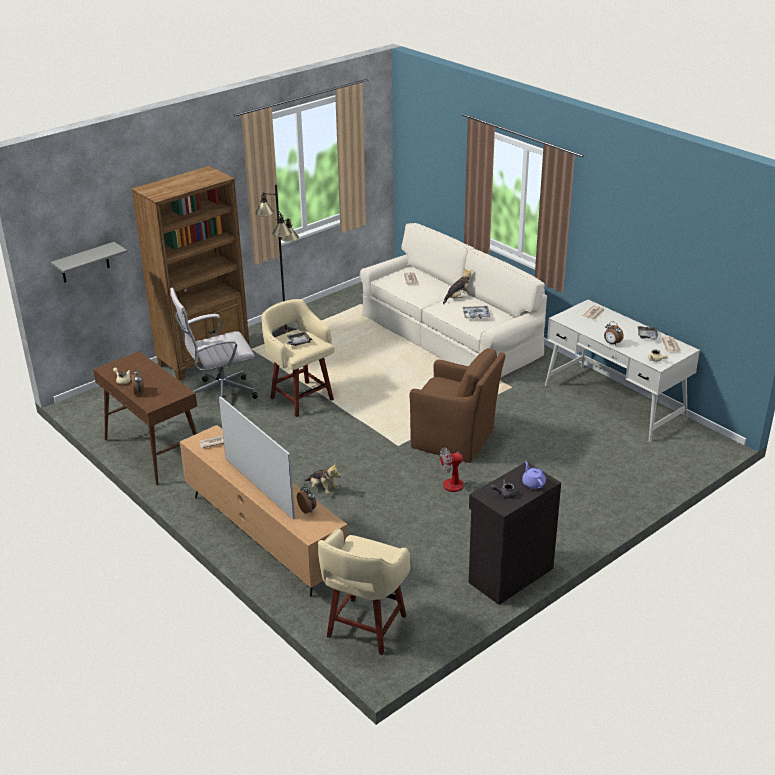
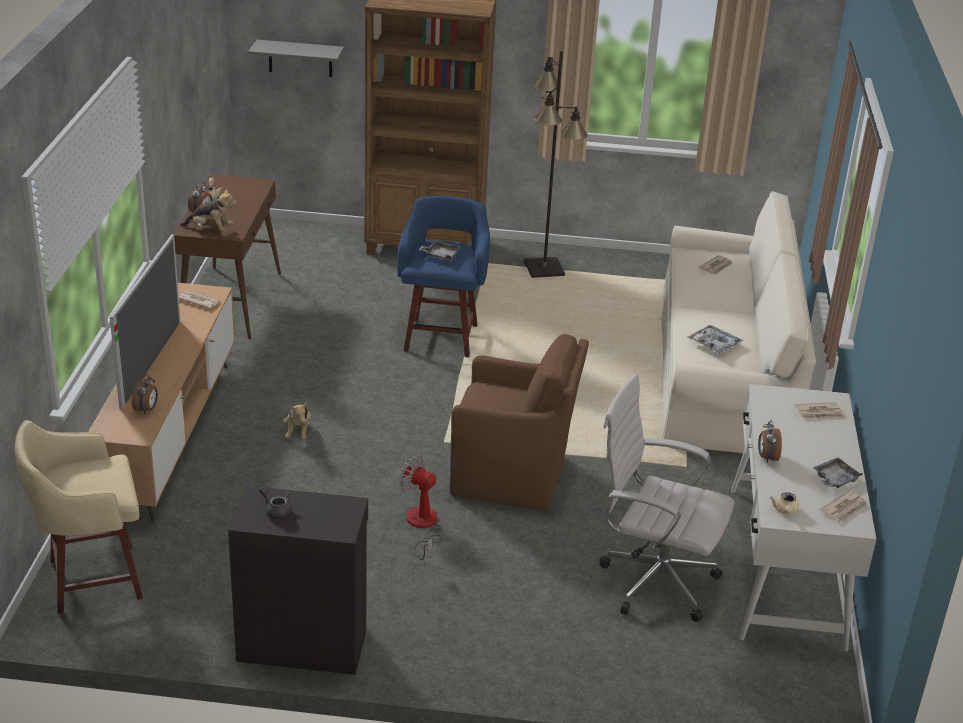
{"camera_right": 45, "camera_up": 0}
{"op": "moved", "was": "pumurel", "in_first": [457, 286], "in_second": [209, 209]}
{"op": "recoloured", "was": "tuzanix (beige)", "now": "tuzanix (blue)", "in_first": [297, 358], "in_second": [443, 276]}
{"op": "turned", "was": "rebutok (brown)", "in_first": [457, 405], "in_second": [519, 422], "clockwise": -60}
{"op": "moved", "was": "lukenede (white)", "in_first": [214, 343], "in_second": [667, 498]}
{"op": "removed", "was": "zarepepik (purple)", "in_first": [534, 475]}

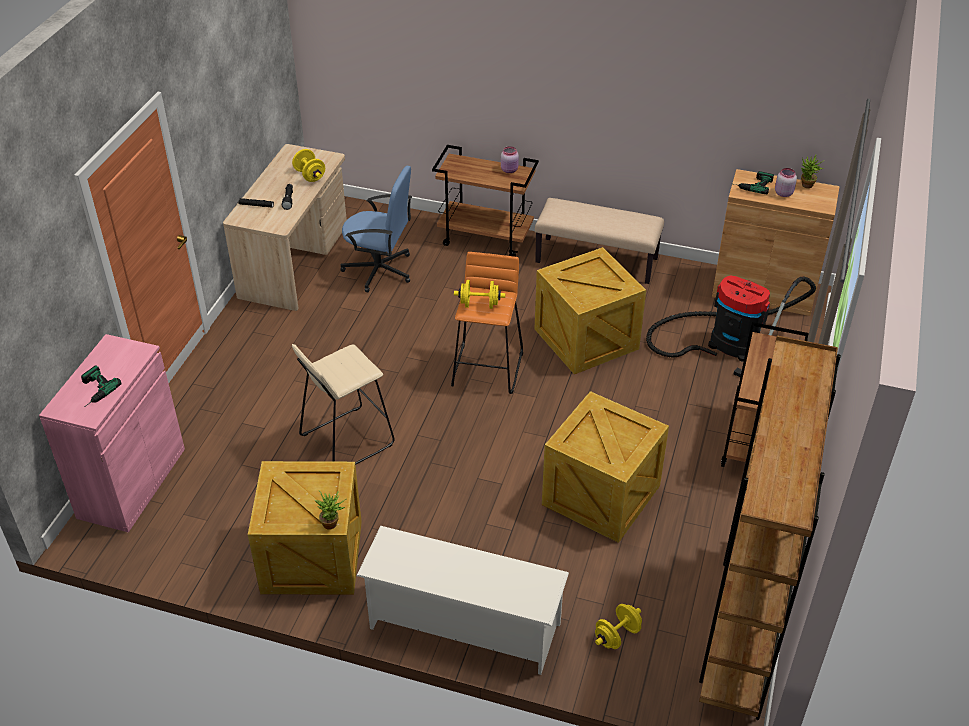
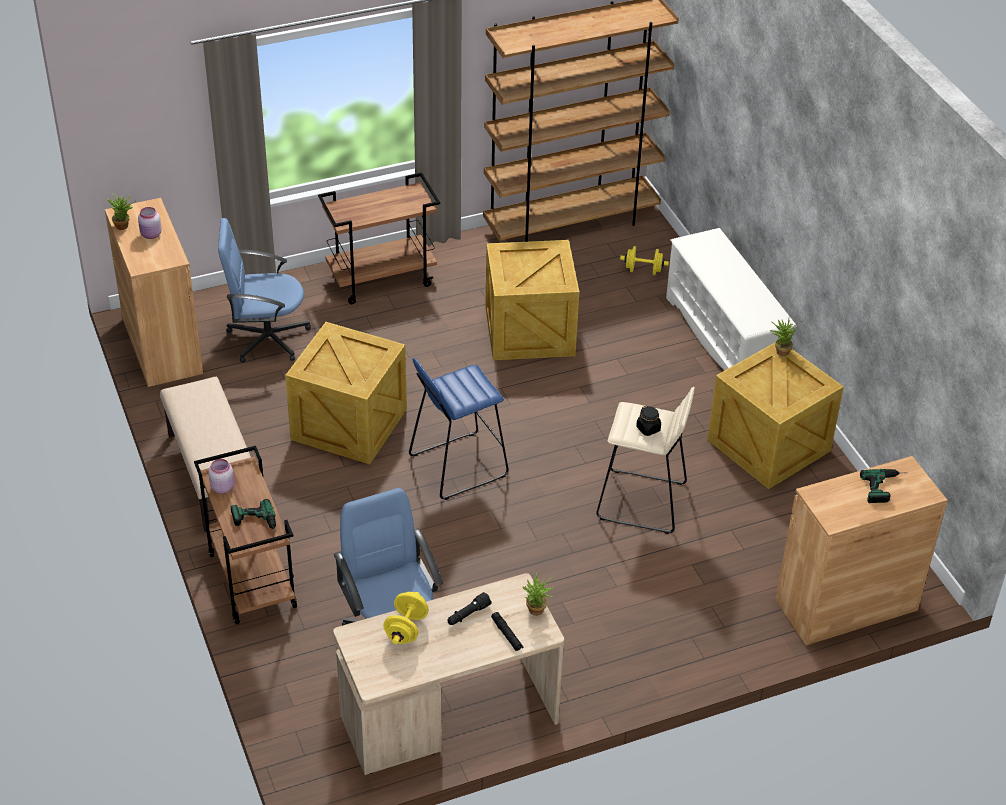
{"camera_right": -130, "camera_up": 0}
{"op": "replaced", "was": "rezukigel", "now": "lukenede (blue)", "in_first": [731, 326], "in_second": [264, 290]}
{"op": "moved", "was": "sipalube", "in_first": [754, 183], "in_second": [253, 516]}
{"op": "recoloured", "was": "tuzanix (orange)", "now": "tuzanix (blue)", "in_first": [487, 323], "in_second": [459, 429]}
{"op": "added", "now": "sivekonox", "in_second": [538, 594]}
{"op": "added", "now": "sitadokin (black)", "in_second": [648, 421]}
{"op": "recoloured", "was": "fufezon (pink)", "now": "fufezon (brown)", "in_first": [112, 433], "in_second": [861, 550]}
{"op": "removed", "was": "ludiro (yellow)", "in_first": [479, 294]}

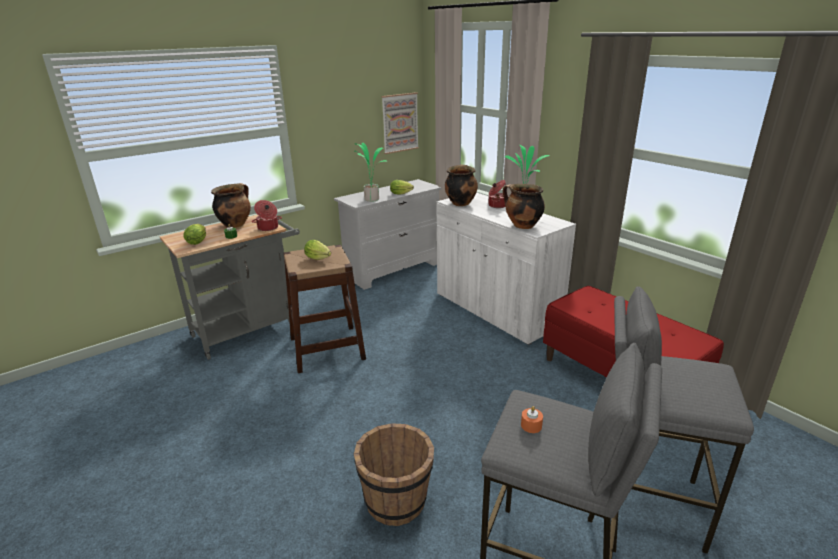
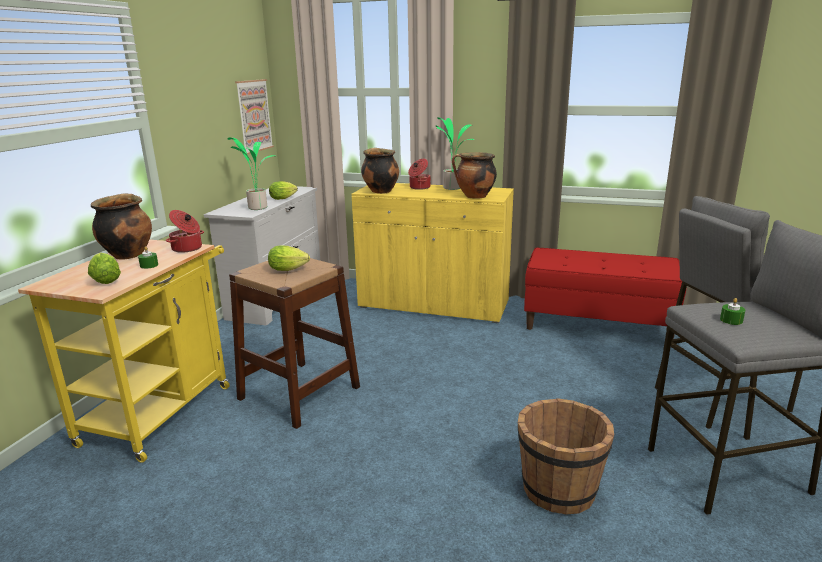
{"camera_right": -35, "camera_up": -5}
{"op": "recoloured", "was": "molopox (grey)", "now": "molopox (yellow)", "in_first": [230, 287], "in_second": [124, 351]}
{"op": "recoloured", "was": "fufezon (white)", "now": "fufezon (yellow)", "in_first": [506, 268], "in_second": [432, 253]}
{"op": "recoloured", "was": "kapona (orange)", "now": "kapona (green)", "in_first": [532, 419], "in_second": [732, 311]}

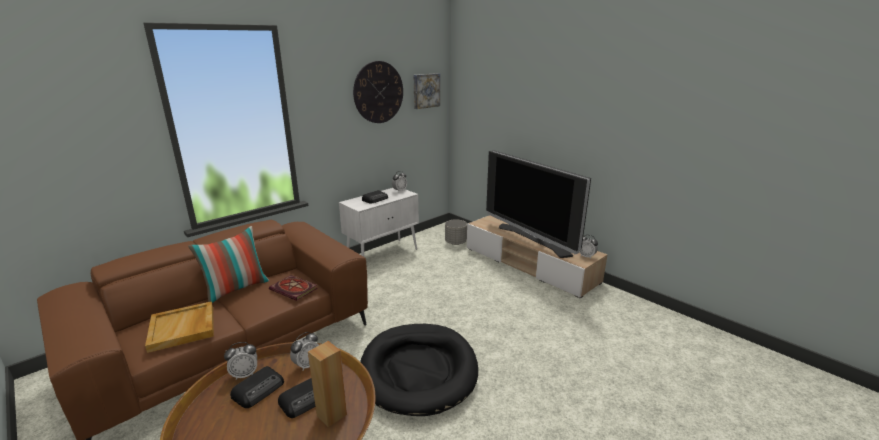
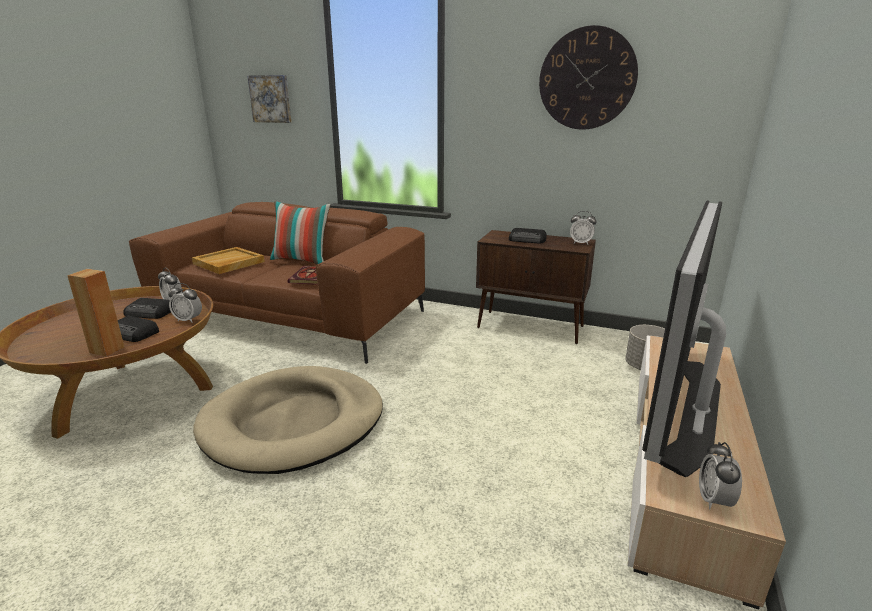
{"camera_right": 65, "camera_up": 0}
{"op": "recoloured", "was": "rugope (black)", "now": "rugope (beige)", "in_first": [419, 370], "in_second": [288, 420]}
{"op": "moved", "was": "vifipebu", "in_first": [426, 91], "in_second": [269, 99]}
{"op": "recoloured", "was": "fufezon (white)", "now": "fufezon (brown)", "in_first": [379, 222], "in_second": [536, 287]}

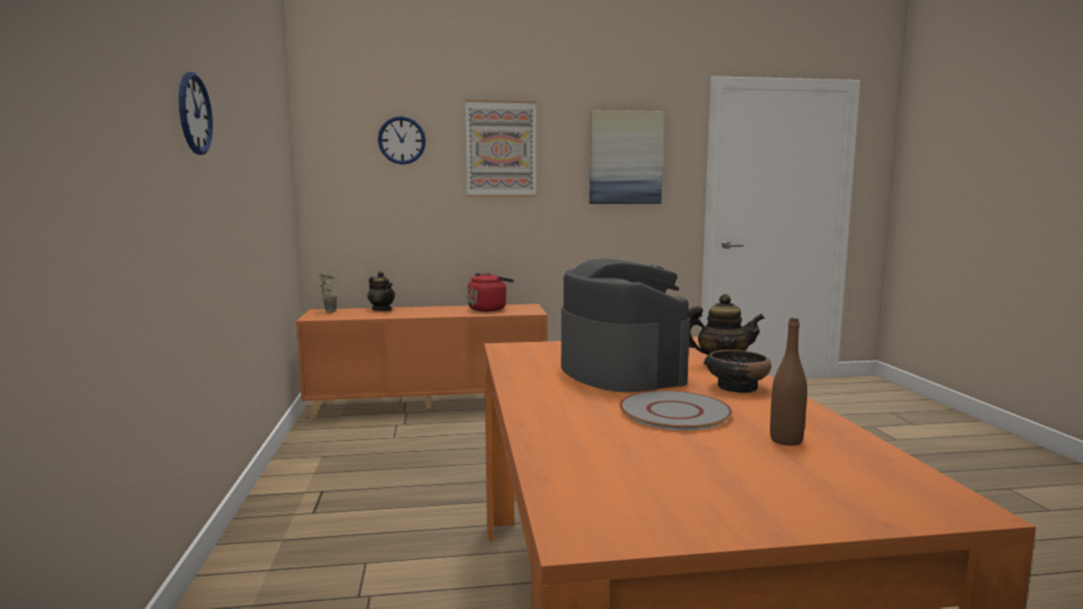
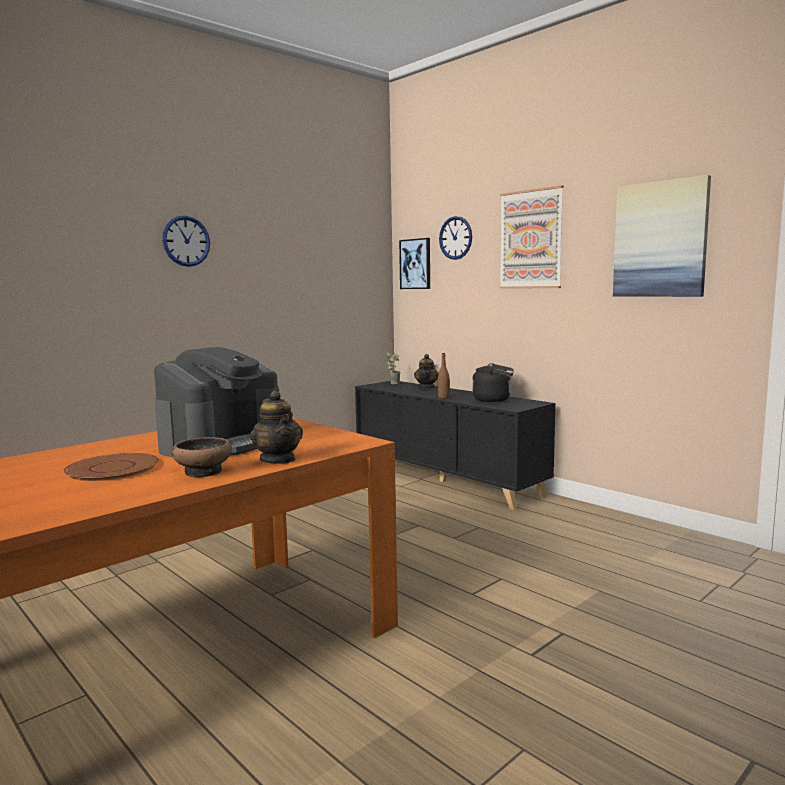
{"camera_right": 55, "camera_up": 0}
{"op": "recoloured", "was": "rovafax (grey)", "now": "rovafax (brown)", "in_first": [675, 410], "in_second": [111, 467]}
{"op": "recoloured", "was": "fufezon (orange)", "now": "fufezon (black)", "in_first": [421, 362], "in_second": [455, 445]}
{"op": "added", "now": "vifipebu", "in_second": [414, 263]}
{"op": "moved", "was": "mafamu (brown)", "in_first": [788, 382], "in_second": [444, 375]}
{"op": "recoloured", "was": "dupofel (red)", "now": "dupofel (black)", "in_first": [491, 292], "in_second": [492, 382]}

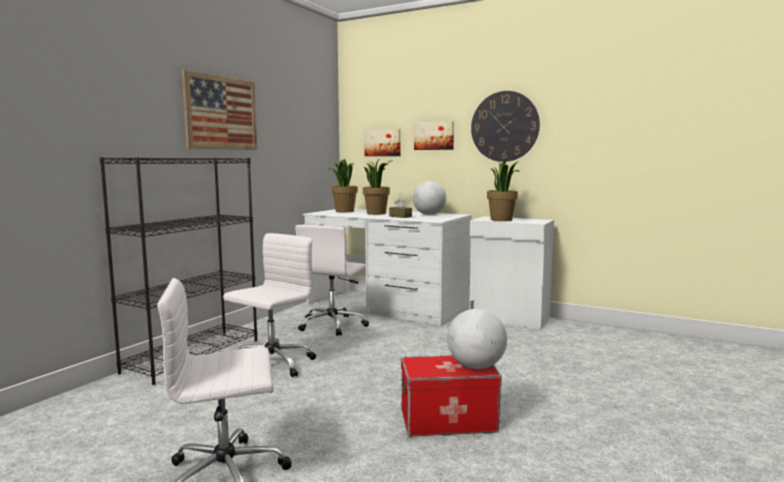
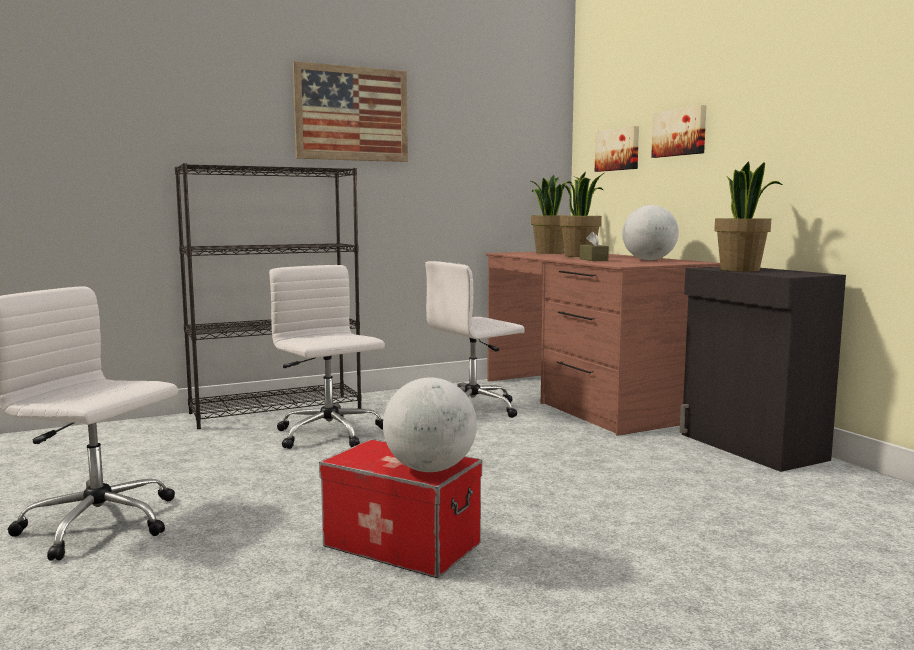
{"camera_right": 35, "camera_up": 0}
{"op": "turned", "was": "lukenede (white)", "in_first": [269, 305], "in_second": [327, 357], "clockwise": -105}
{"op": "recoloured", "was": "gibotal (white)", "now": "gibotal (brown)", "in_first": [386, 267], "in_second": [602, 343]}
{"op": "recoloured", "was": "fufezon (white)", "now": "fufezon (black)", "in_first": [511, 272], "in_second": [763, 369]}
{"op": "removed", "was": "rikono", "in_first": [505, 126]}

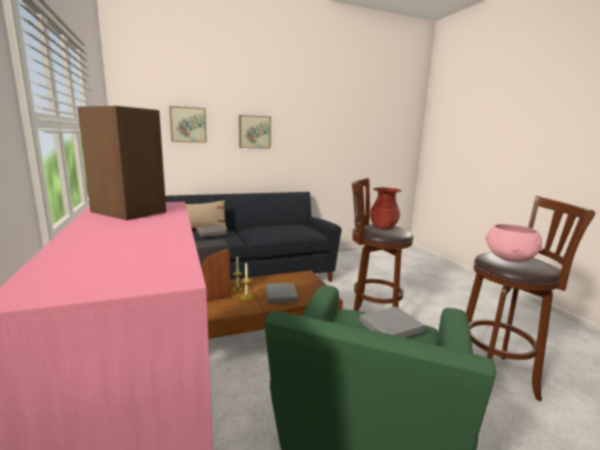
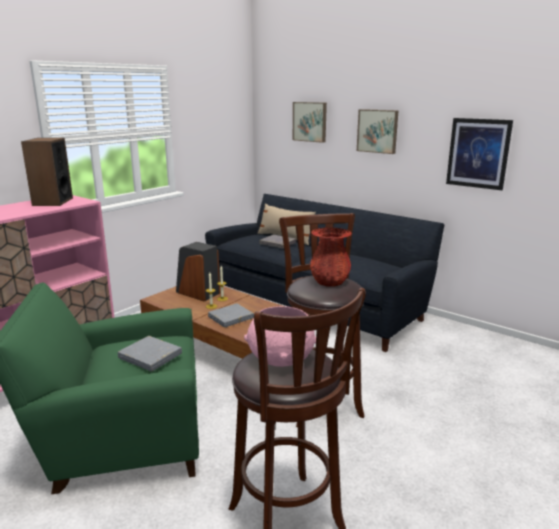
{"camera_right": 60, "camera_up": 5}
{"op": "added", "now": "vifipebu", "in_second": [479, 154]}

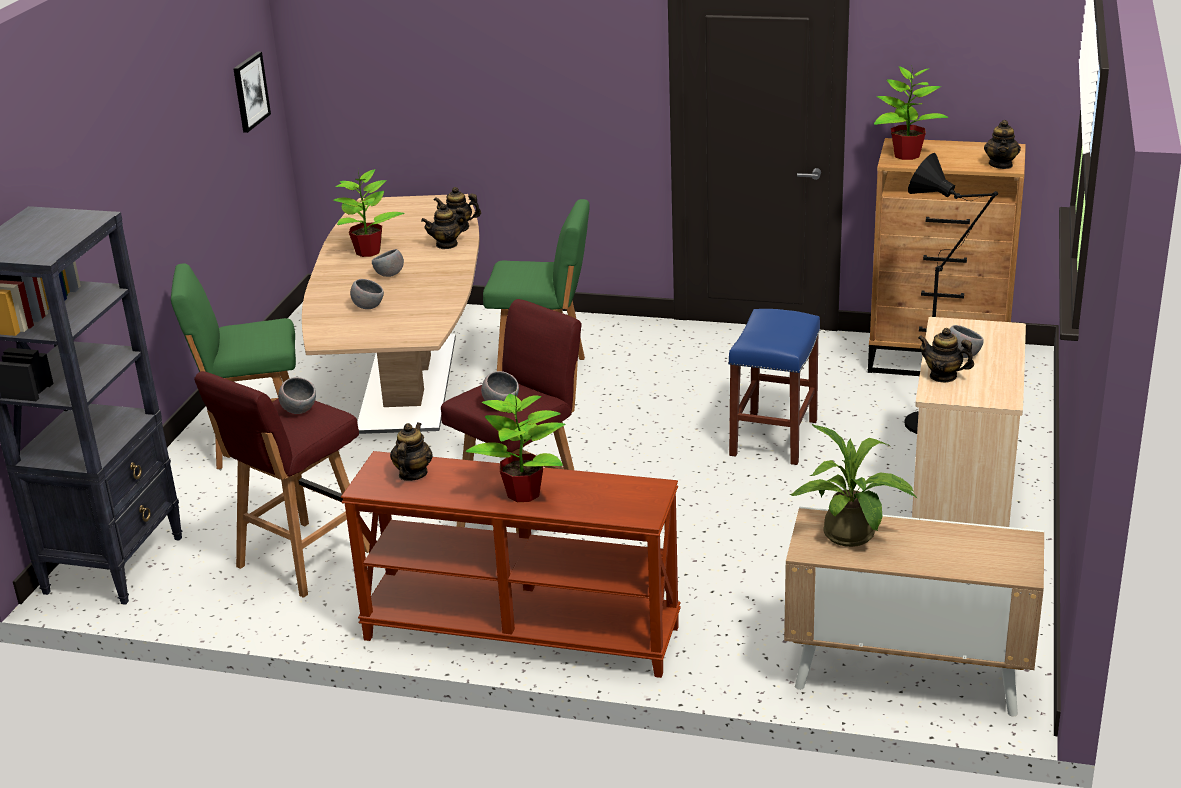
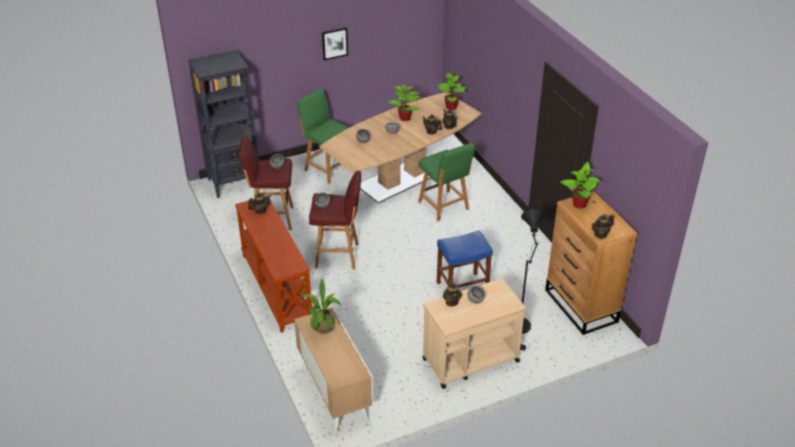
{"camera_right": 50, "camera_up": 10}
{"op": "moved", "was": "vifipebu", "in_first": [252, 92], "in_second": [335, 43]}
{"op": "moved", "was": "sivekonox", "in_first": [515, 446], "in_second": [452, 91]}

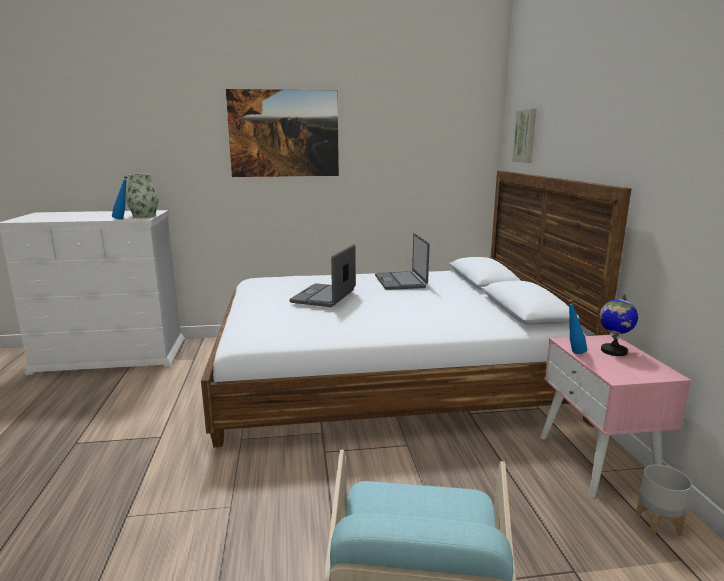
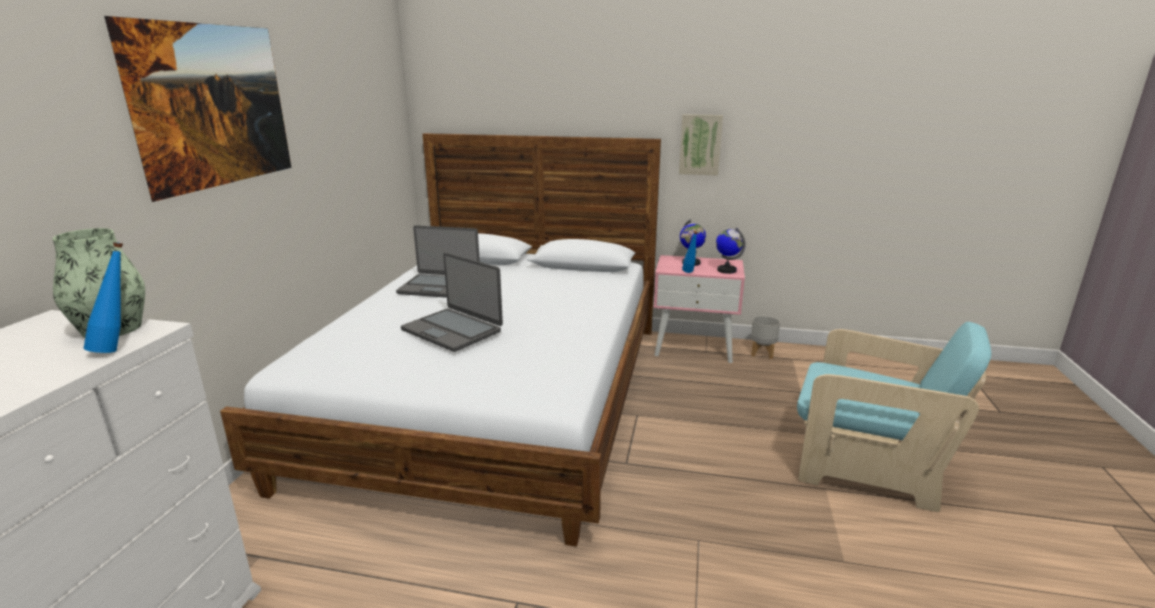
{"camera_right": -70, "camera_up": 5}
{"op": "moved", "was": "vifipebu", "in_first": [524, 136], "in_second": [701, 145]}
{"op": "added", "now": "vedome", "in_second": [731, 250]}

